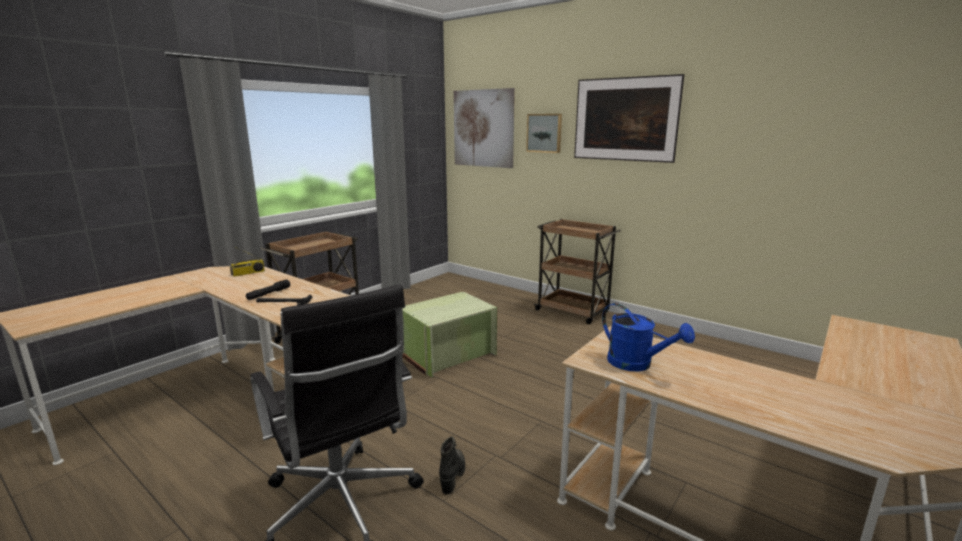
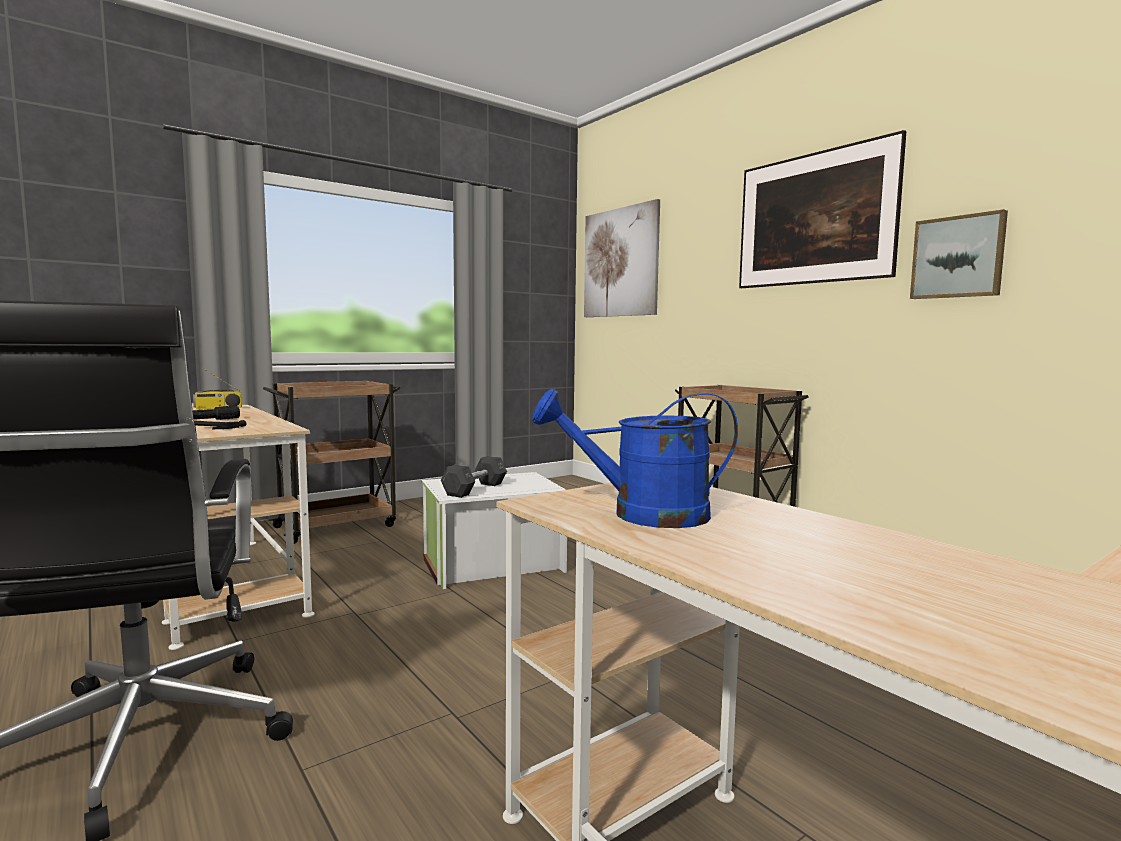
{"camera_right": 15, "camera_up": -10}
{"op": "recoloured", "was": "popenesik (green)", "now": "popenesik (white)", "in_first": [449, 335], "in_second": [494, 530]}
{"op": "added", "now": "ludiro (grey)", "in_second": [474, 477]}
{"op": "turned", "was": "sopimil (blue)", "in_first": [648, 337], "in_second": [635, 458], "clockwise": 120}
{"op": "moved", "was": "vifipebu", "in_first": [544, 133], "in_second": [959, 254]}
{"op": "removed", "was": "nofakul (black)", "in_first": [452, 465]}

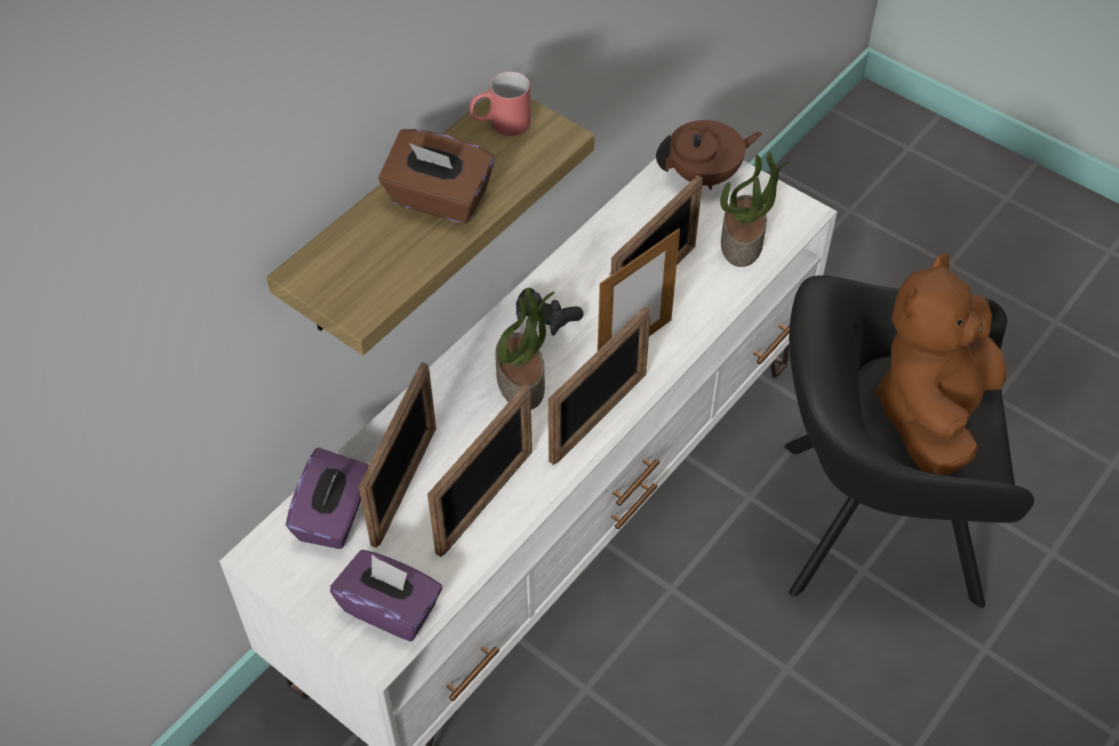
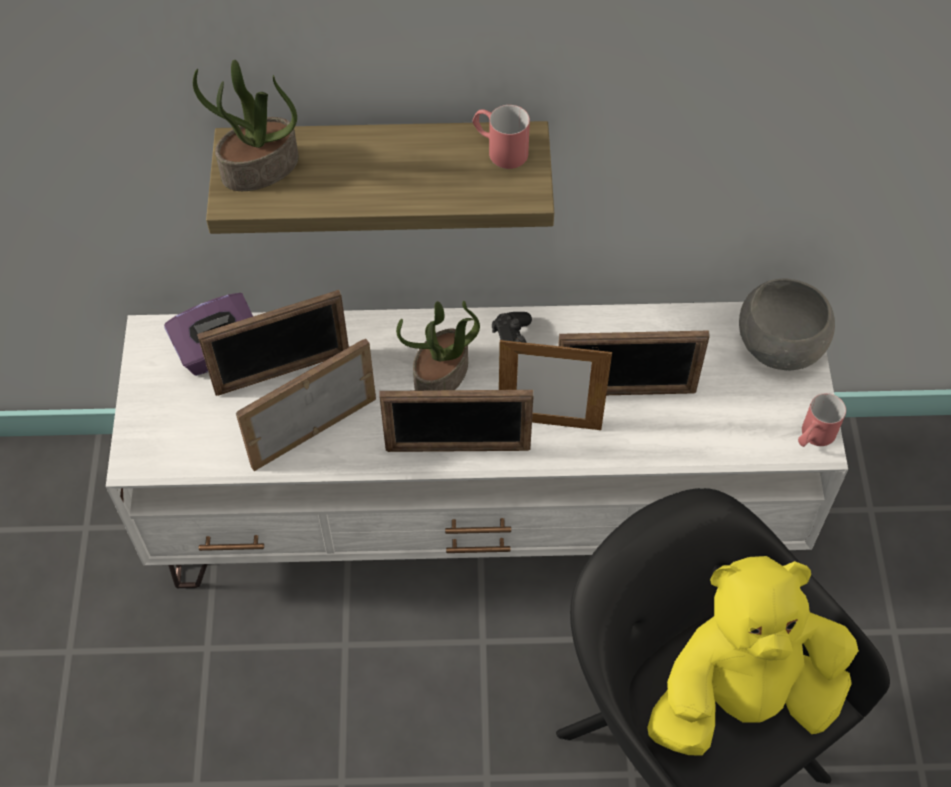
{"camera_right": 50, "camera_up": 5}
{"op": "moved", "was": "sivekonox", "in_first": [755, 209], "in_second": [246, 125]}
{"op": "turned", "was": "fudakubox", "in_first": [479, 471], "in_second": [306, 405], "clockwise": 150}
{"op": "recoloured", "was": "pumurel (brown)", "now": "pumurel (yellow)", "in_first": [940, 364], "in_second": [753, 655]}
{"op": "replaced", "was": "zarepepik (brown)", "now": "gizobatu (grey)", "in_first": [709, 155], "in_second": [787, 324]}
{"op": "added", "now": "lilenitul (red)", "in_second": [822, 420]}
{"op": "removed", "was": "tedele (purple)", "in_first": [386, 596]}
{"op": "removed", "was": "tedele (brown)", "in_first": [436, 176]}

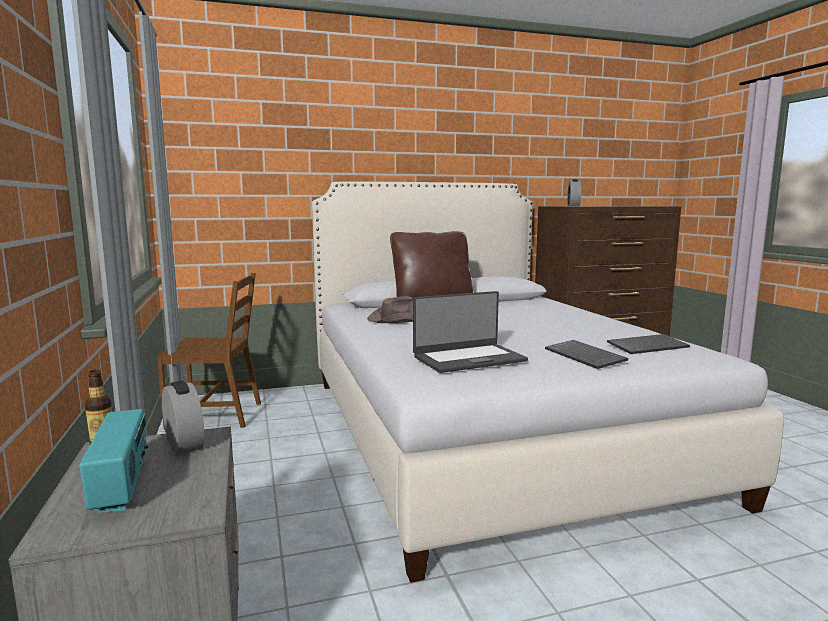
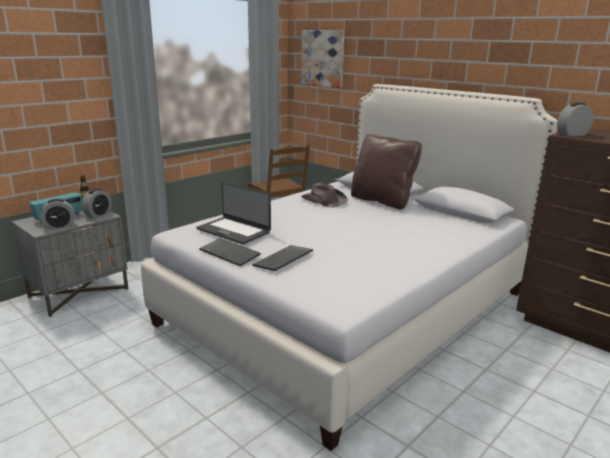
{"camera_right": 60, "camera_up": 10}
{"op": "added", "now": "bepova", "in_second": [57, 214]}
{"op": "moved", "was": "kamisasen", "in_first": [648, 344], "in_second": [230, 252]}
{"op": "added", "now": "vifipebu", "in_second": [322, 59]}

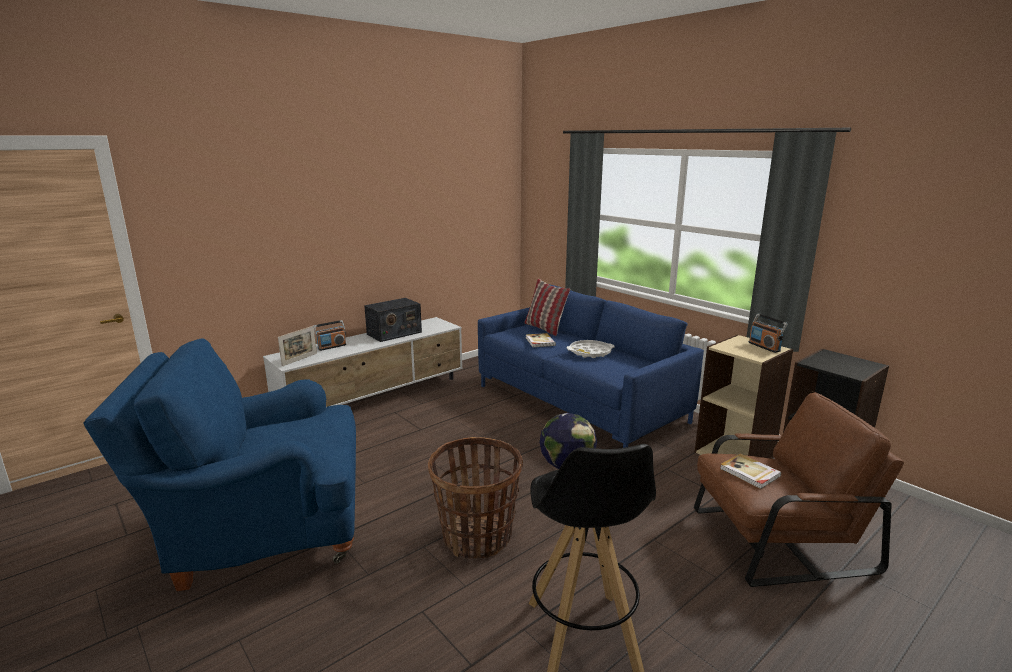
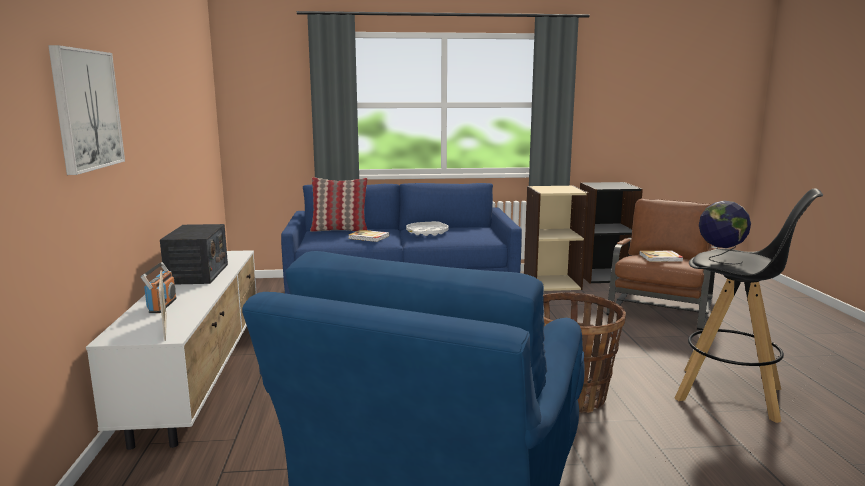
{"camera_right": -55, "camera_up": -5}
{"op": "added", "now": "vifipebu", "in_second": [86, 110]}
{"op": "removed", "was": "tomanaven", "in_first": [768, 333]}

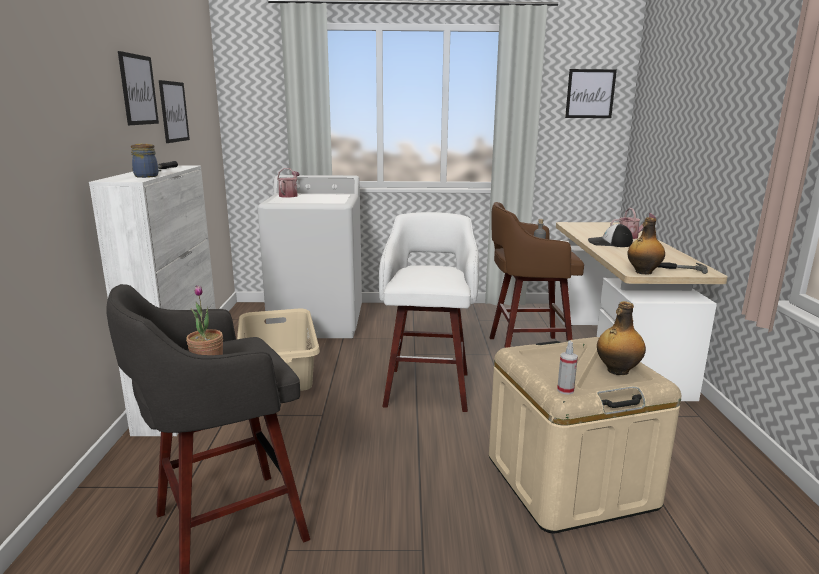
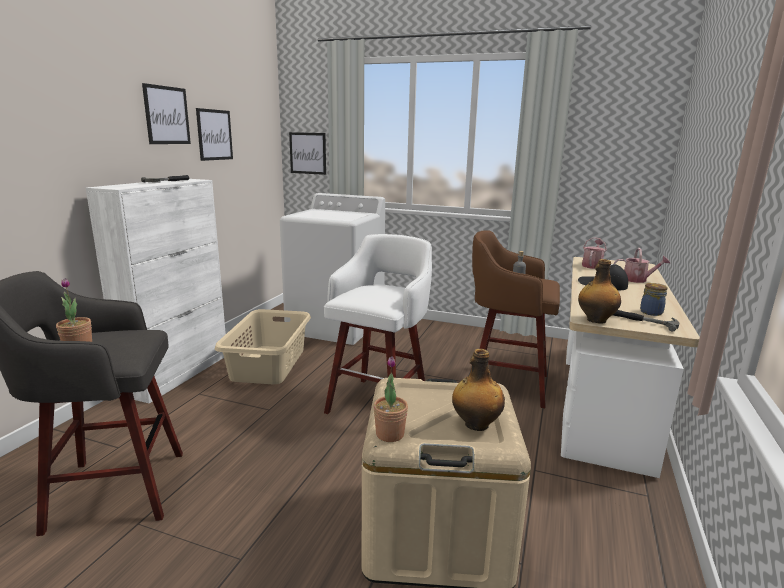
{"camera_right": 20, "camera_up": 0}
{"op": "moved", "was": "vifipebu", "in_first": [591, 93], "in_second": [307, 153]}
{"op": "replaced", "was": "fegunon", "now": "sivekonox", "in_first": [567, 367], "in_second": [390, 399]}
{"op": "moved", "was": "sopimil", "in_first": [288, 183], "in_second": [594, 253]}
{"op": "moved", "was": "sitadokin", "in_first": [145, 161], "in_second": [654, 299]}

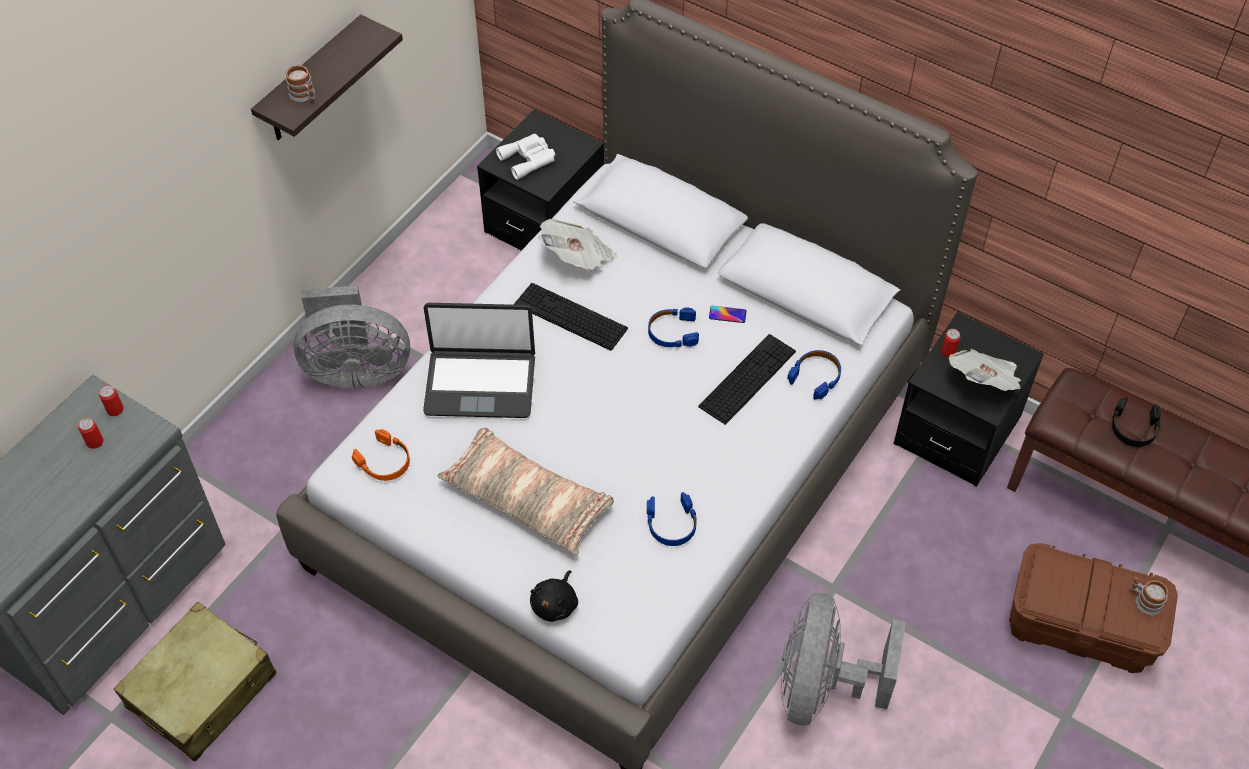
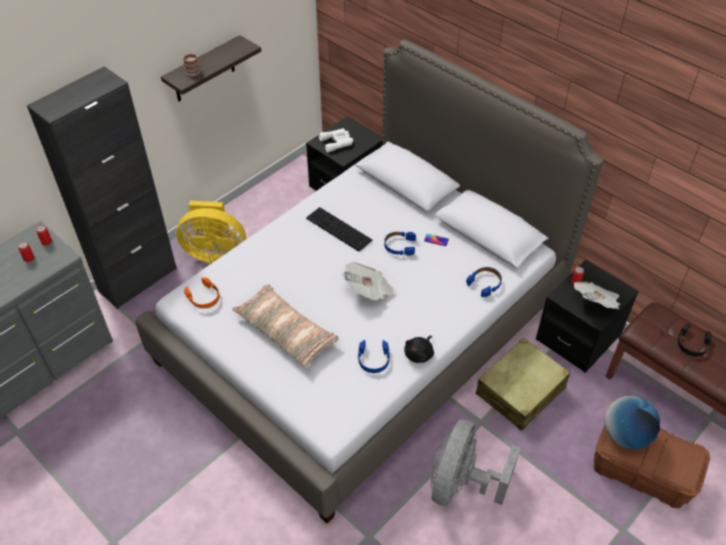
{"camera_right": 10, "camera_up": -5}
{"op": "added", "now": "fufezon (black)", "in_second": [102, 187]}
{"op": "recoloured", "was": "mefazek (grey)", "now": "mefazek (yellow)", "in_first": [352, 337], "in_second": [211, 232]}
{"op": "moved", "was": "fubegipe", "in_first": [577, 245], "in_second": [369, 281]}
{"op": "moved", "was": "pumurel (black)", "in_first": [554, 596], "in_second": [419, 349]}
{"op": "moved", "was": "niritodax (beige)", "in_first": [195, 681], "in_second": [523, 384]}
{"op": "added", "now": "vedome", "in_second": [632, 422]}
{"op": "removed", "was": "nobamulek", "in_first": [479, 360]}
{"op": "removed", "was": "kamisasen", "in_first": [747, 379]}
{"op": "removed", "was": "lilenitul", "in_first": [1149, 596]}

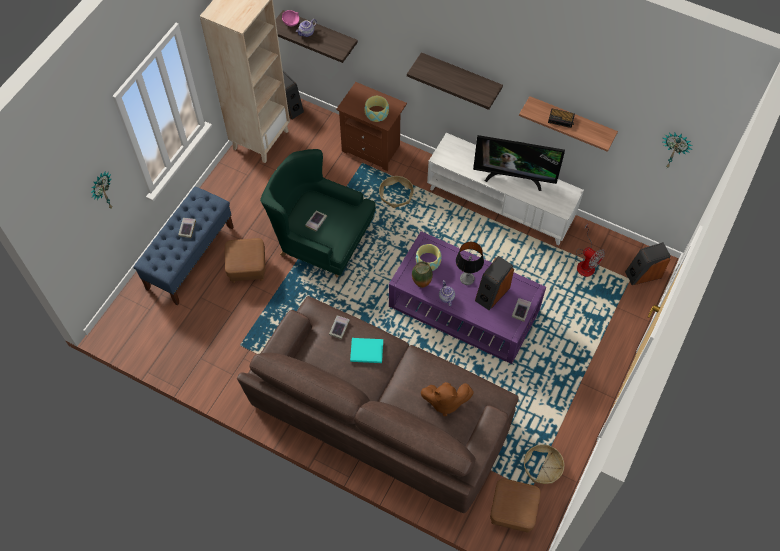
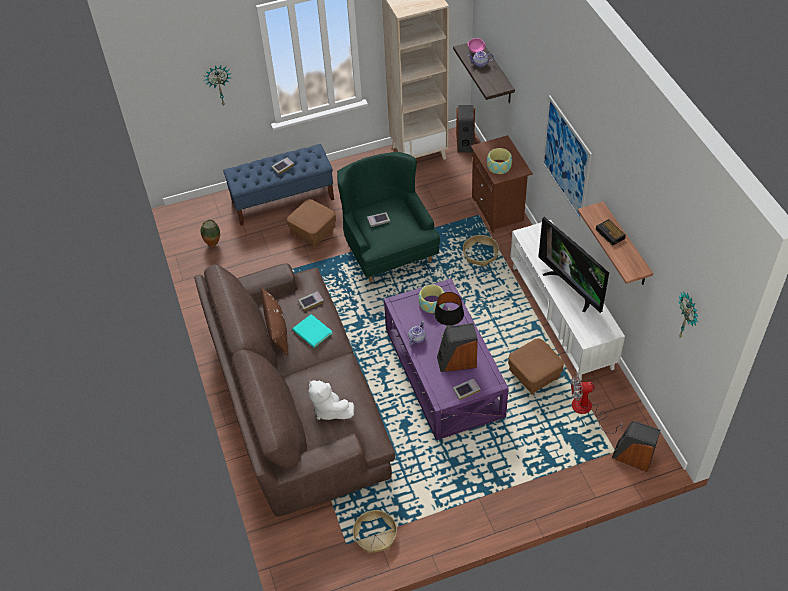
{"camera_right": 45, "camera_up": -10}
{"op": "moved", "was": "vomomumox", "in_first": [422, 274], "in_second": [210, 233]}
{"op": "added", "now": "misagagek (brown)", "in_second": [274, 321]}
{"op": "recoloured", "was": "pumurel (brown)", "now": "pumurel (white)", "in_first": [447, 399], "in_second": [331, 400]}
{"op": "moved", "was": "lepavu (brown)", "in_first": [515, 505], "in_second": [536, 367]}
{"op": "replaced", "was": "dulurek", "now": "vifipebu", "in_first": [455, 81], "in_second": [567, 158]}
{"op": "turned", "was": "mefazek", "in_first": [590, 250], "in_second": [597, 404], "clockwise": 90}

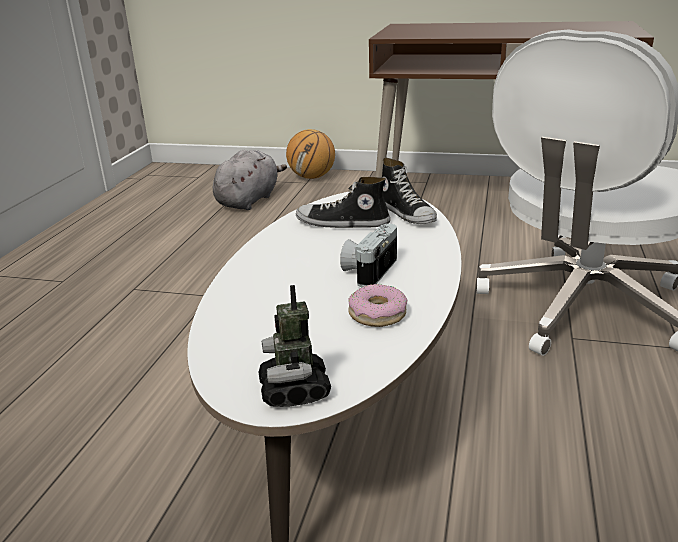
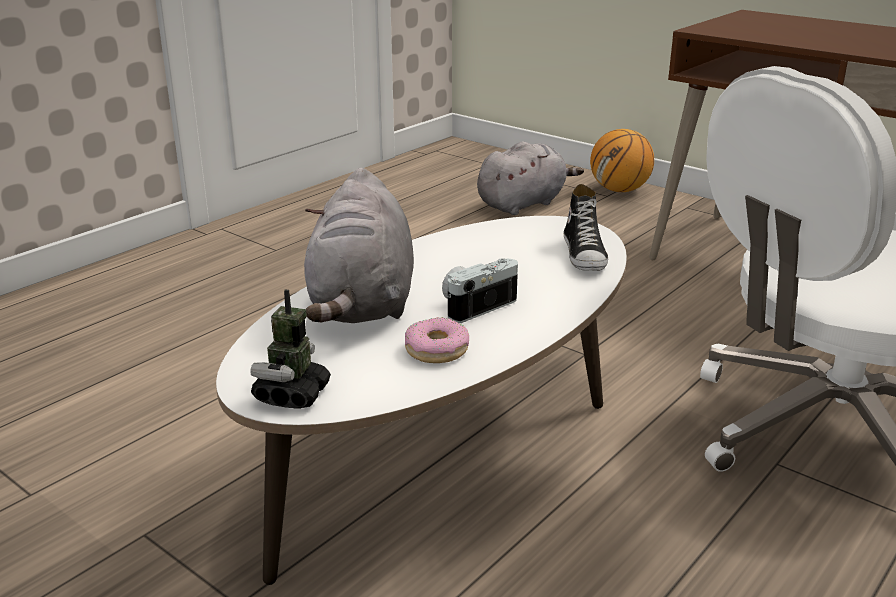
{"camera_right": 25, "camera_up": 0}
{"op": "added", "now": "pumurel (grey)", "in_second": [359, 245]}
{"op": "removed", "was": "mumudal", "in_first": [343, 202]}

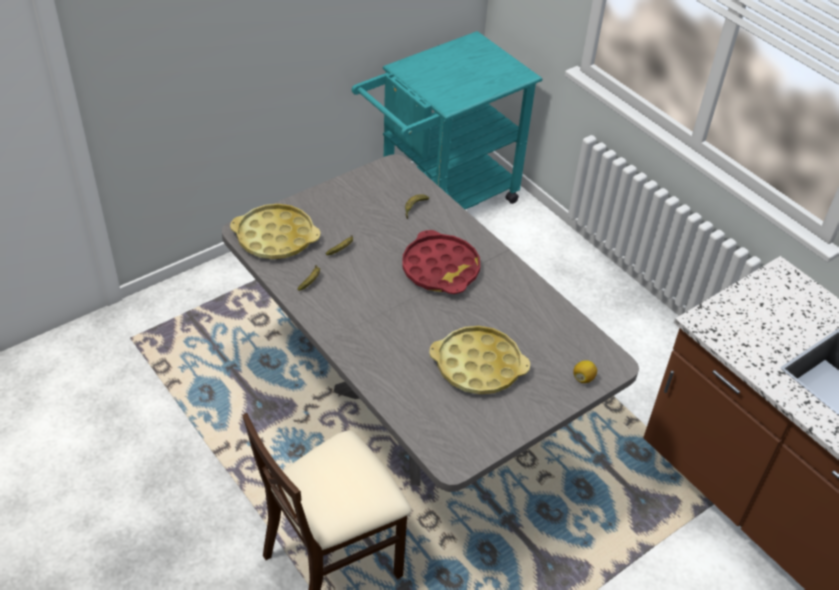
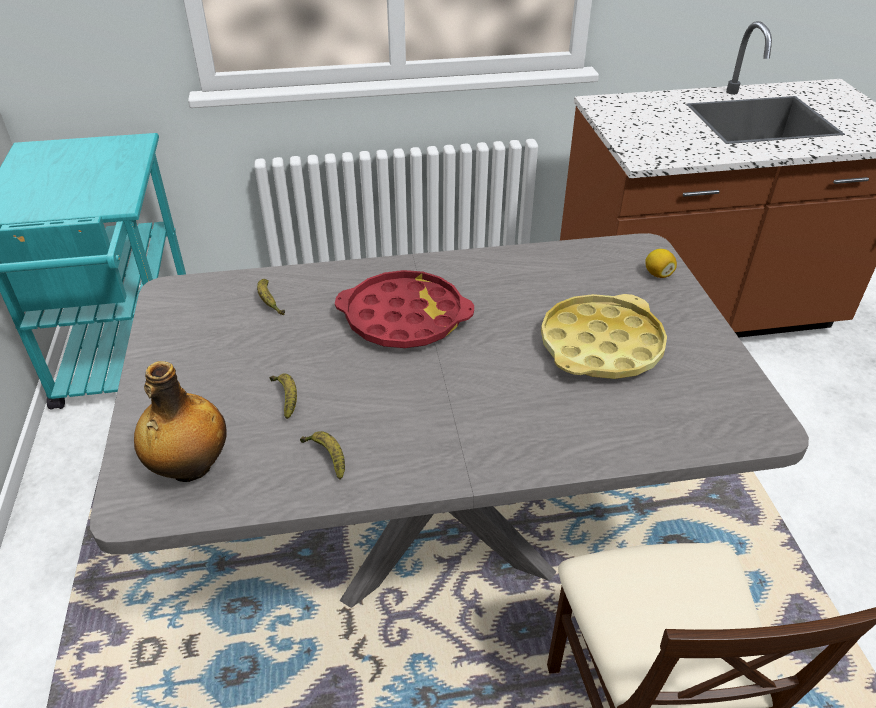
{"camera_right": -60, "camera_up": -5}
{"op": "replaced", "was": "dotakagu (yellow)", "now": "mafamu", "in_first": [275, 231], "in_second": [180, 421]}

